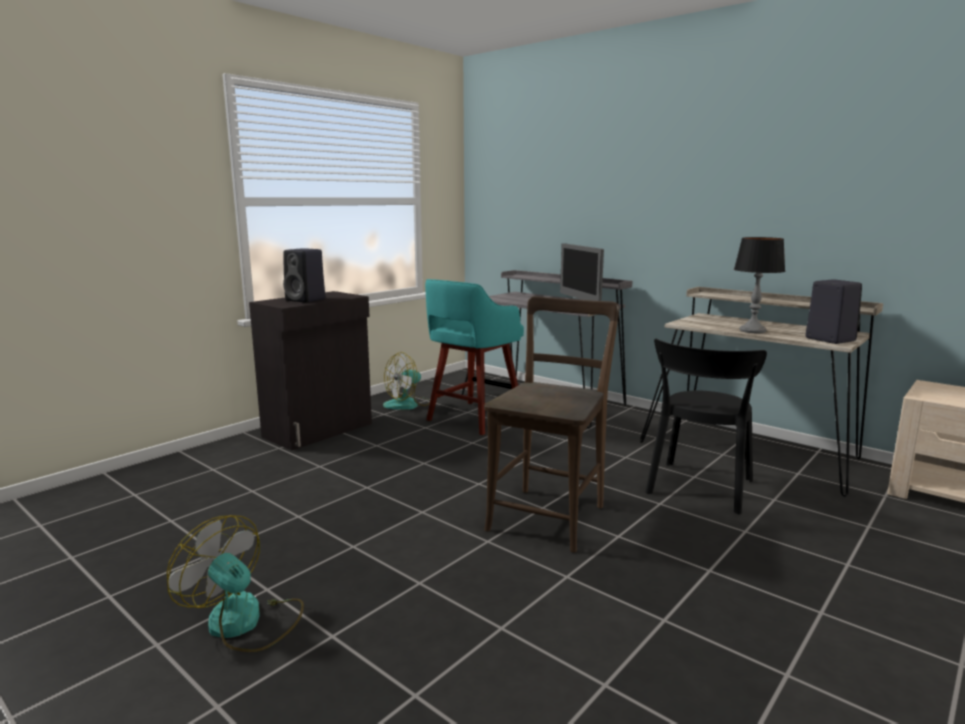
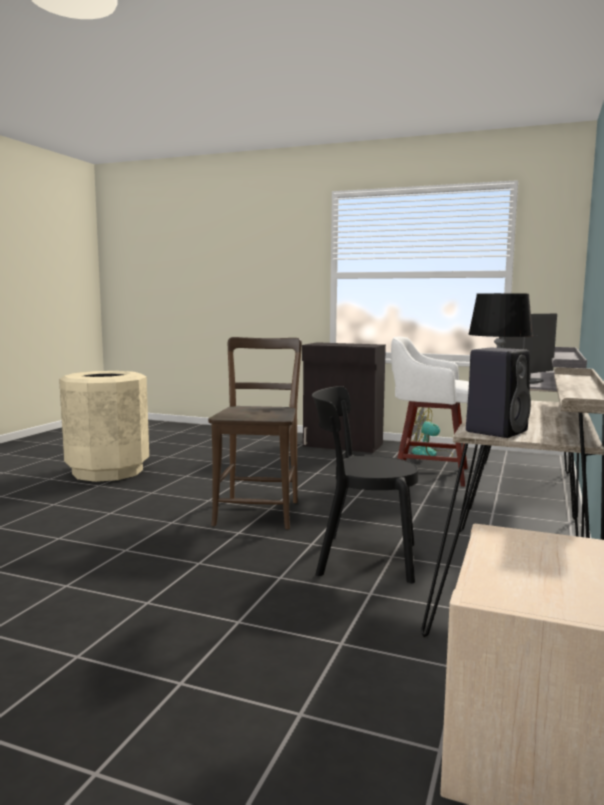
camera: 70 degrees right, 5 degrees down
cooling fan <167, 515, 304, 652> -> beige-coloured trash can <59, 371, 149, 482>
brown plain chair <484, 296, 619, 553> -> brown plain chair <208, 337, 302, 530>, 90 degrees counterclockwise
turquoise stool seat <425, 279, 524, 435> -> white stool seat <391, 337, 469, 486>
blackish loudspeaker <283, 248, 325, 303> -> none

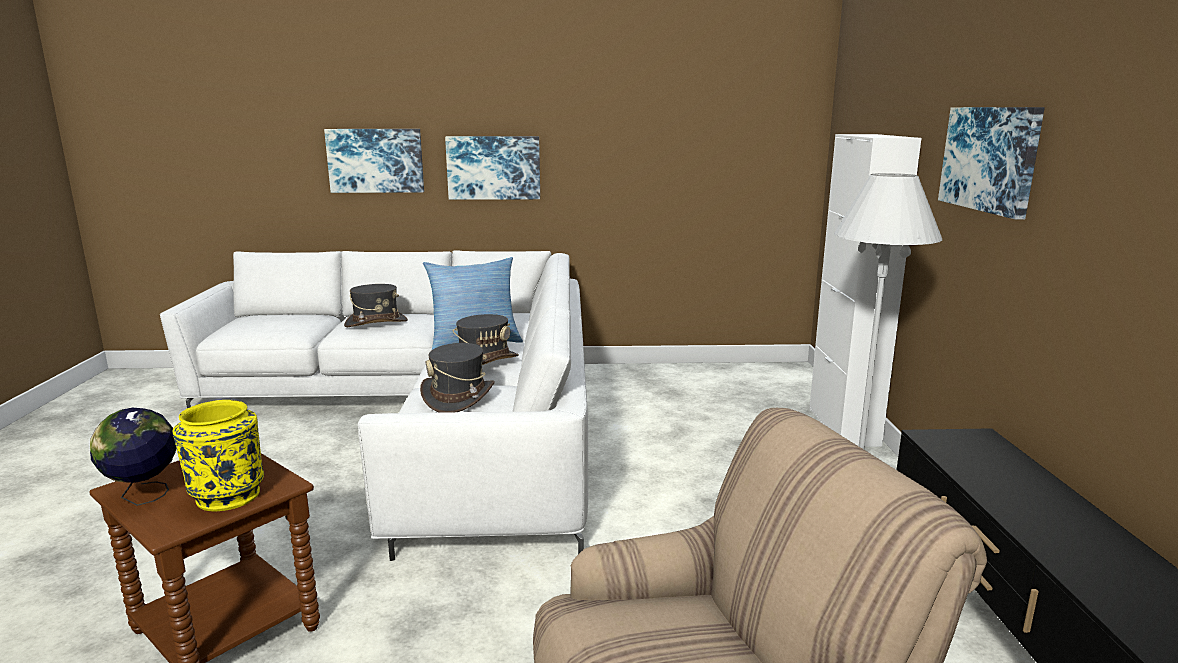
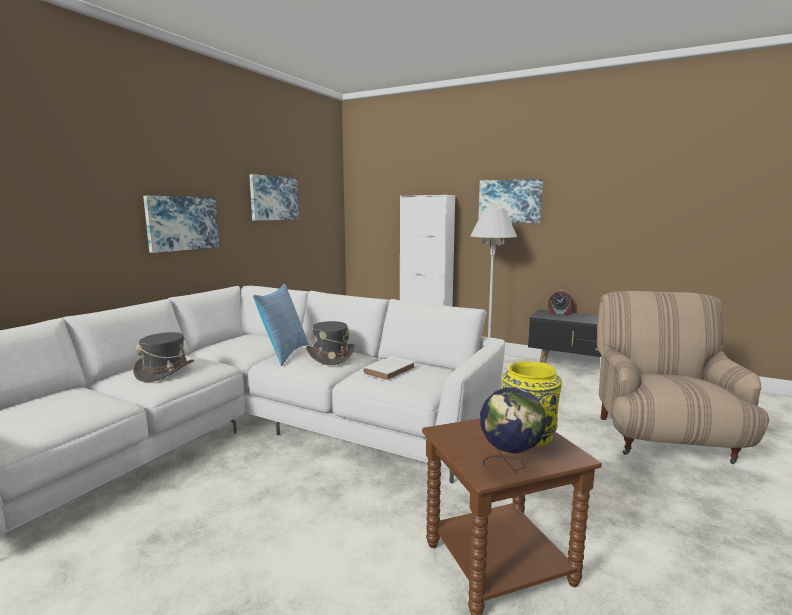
camera: 60 degrees left, 5 degrees down
picture <324, 129, 424, 193> -> picture <249, 174, 299, 221>, move
gray wearable hat <420, 343, 495, 413> -> white volume <363, 356, 415, 381>
none -> table clock <548, 290, 573, 315>

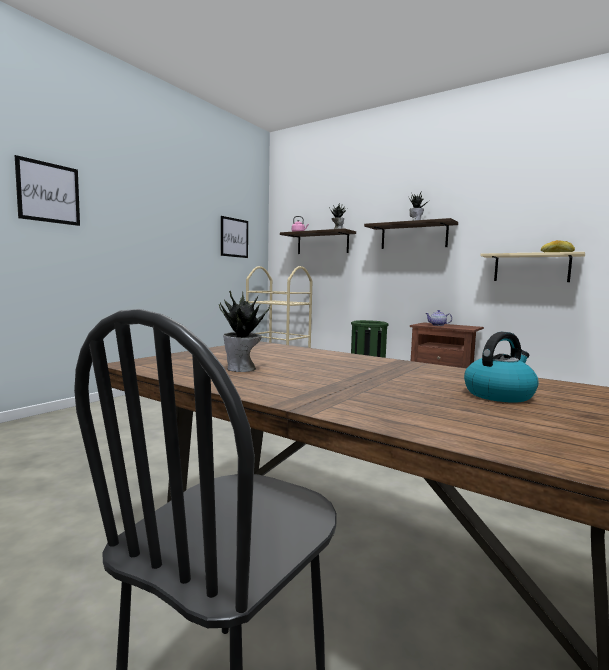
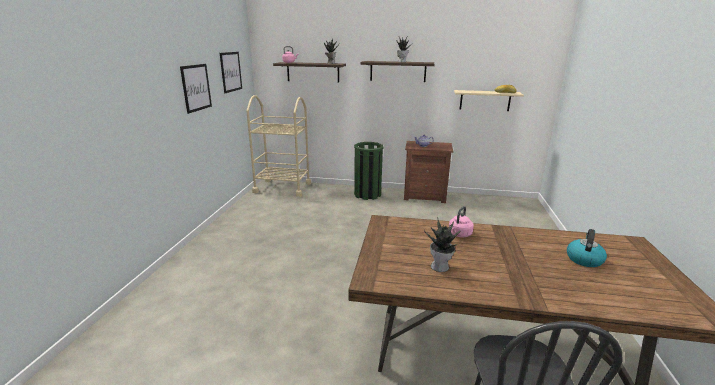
camera: 25 degrees left, 15 degrees up
picture <15, 155, 80, 226> -> picture <180, 64, 212, 114>, move
none -> pinkish kettle <449, 206, 474, 237>

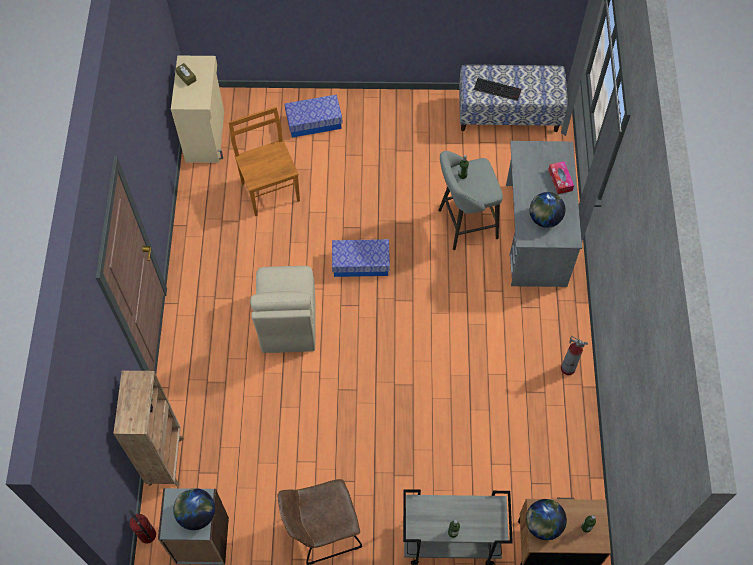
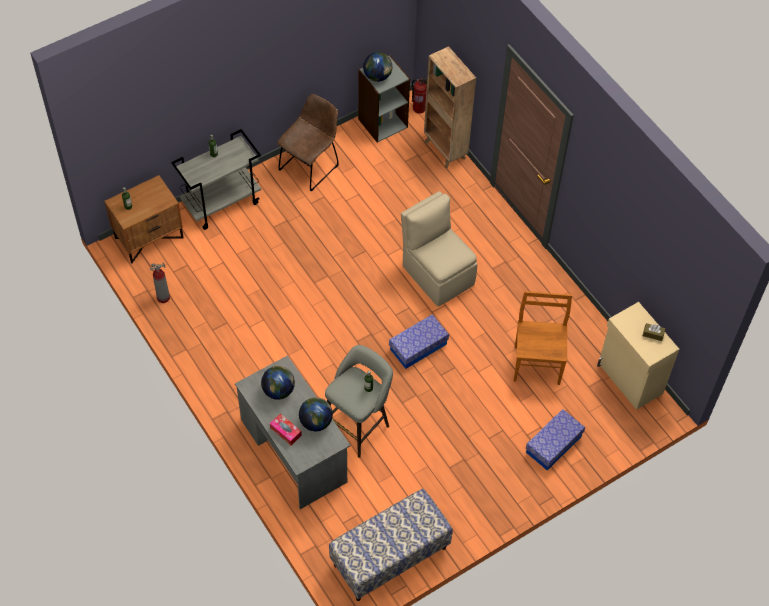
camera: 145 degrees right, 5 degrees down
fire-fighting cylinder <561, 336, 588, 375> -> fire-fighting cylinder <150, 262, 170, 303>, move
globe <526, 499, 567, 540> -> globe <299, 397, 333, 431>, move
brown plain chair <229, 107, 300, 216> -> brown plain chair <514, 291, 572, 385>, 120 degrees counterclockwise
computer keyboard <474, 78, 521, 101> -> none

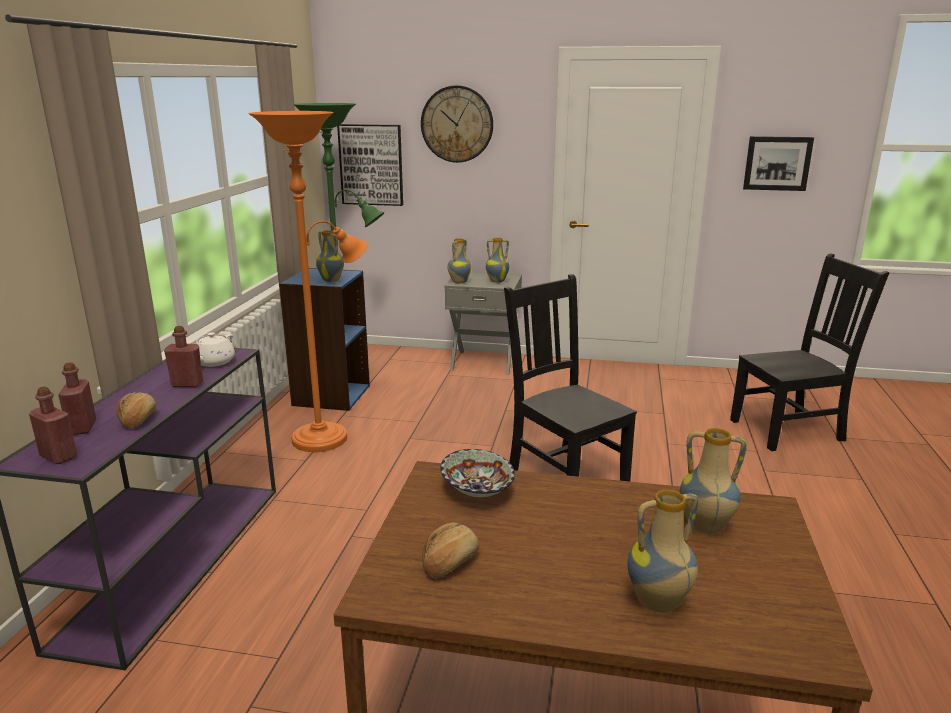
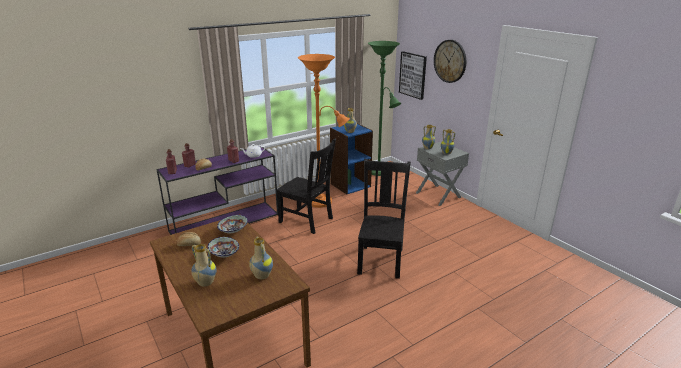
camera: 45 degrees right, 5 degrees up
none -> deep dish <208, 237, 239, 258>
blackish plain chair <730, 253, 889, 451> -> blackish plain chair <276, 139, 336, 234>, move
picture <743, 136, 814, 191> -> none

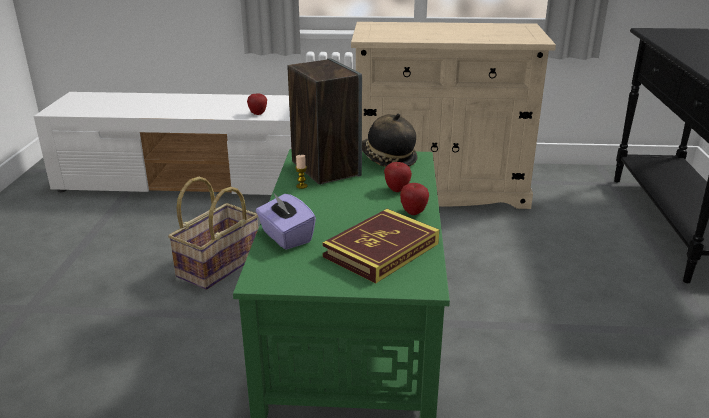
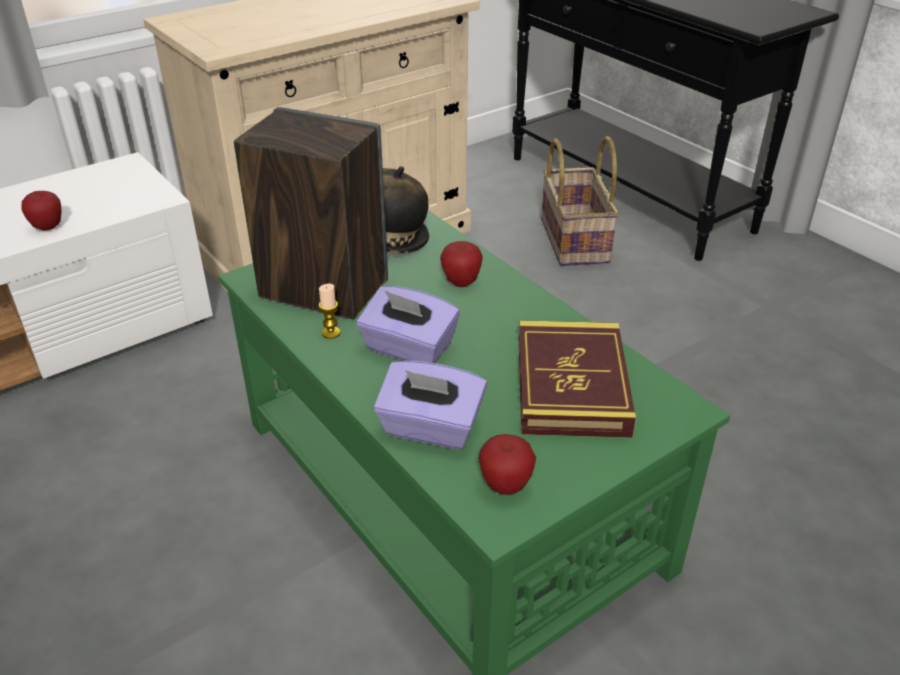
camera: 40 degrees left, 10 degrees up
none -> purple tissue box <357, 286, 460, 363>
whole apple <400, 183, 429, 215> -> whole apple <478, 434, 536, 495>, move
household basket <168, 177, 258, 290> -> household basket <541, 136, 619, 266>, move

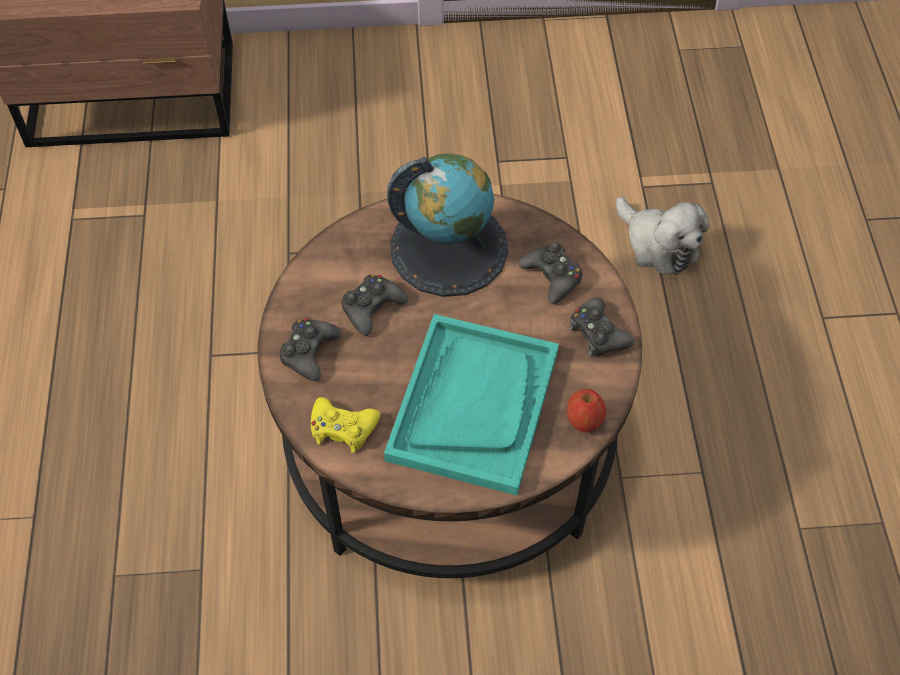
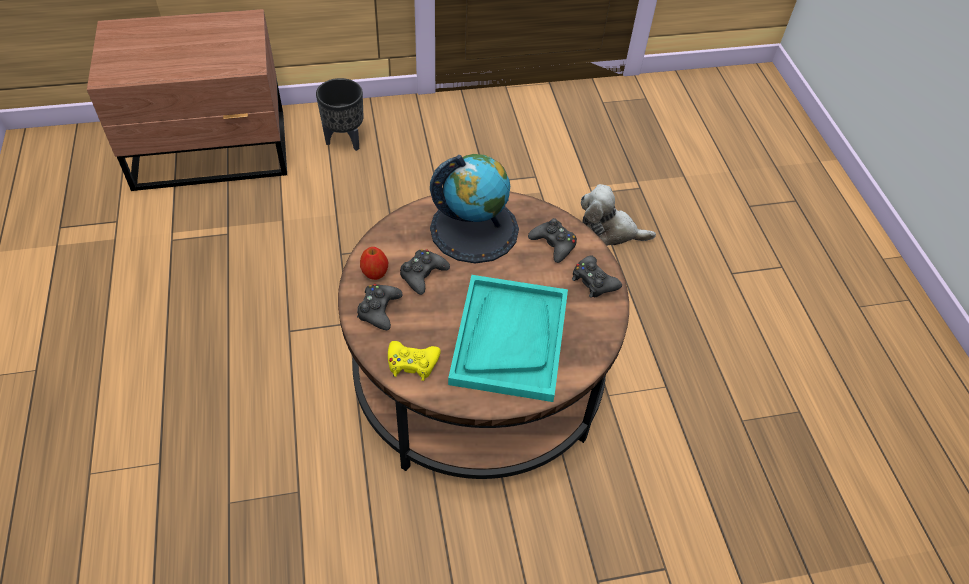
camera: 10 degrees left, 5 degrees down
none -> blackish flower pot <316, 78, 363, 151>
whole apple <567, 389, 606, 433> -> whole apple <360, 247, 388, 280>, move
plush toy <616, 197, 710, 275> -> plush toy <581, 184, 656, 246>, 150 degrees clockwise

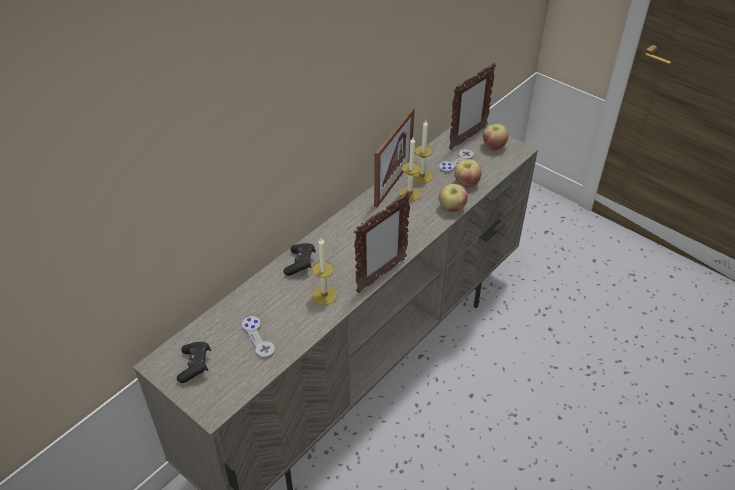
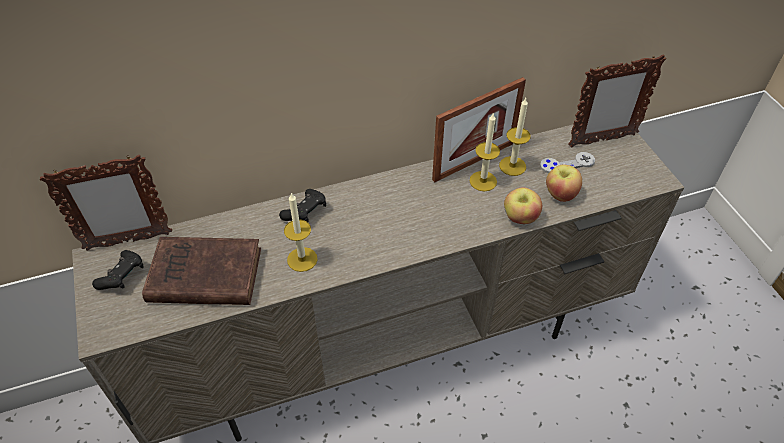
camera: 30 degrees right, 5 degrees up
picture frame <354, 191, 411, 293> -> picture frame <40, 155, 172, 251>, move
gray gamepad <242, 316, 275, 358> -> brown volume <142, 237, 261, 305>
whole apple <483, 124, 509, 150> -> none

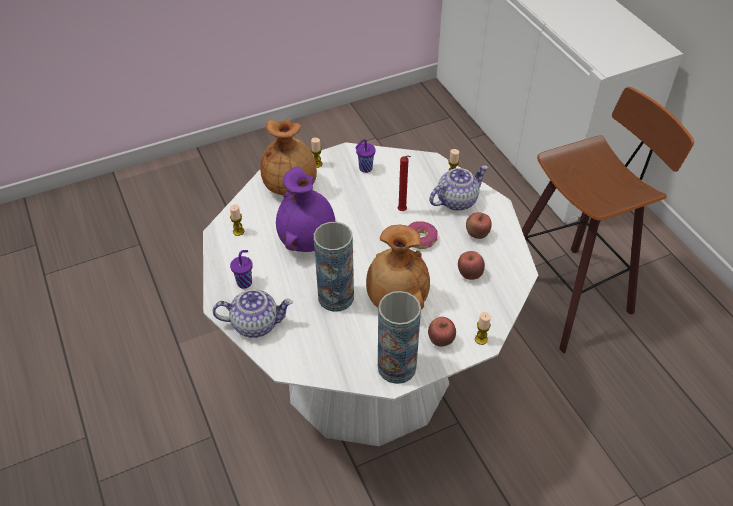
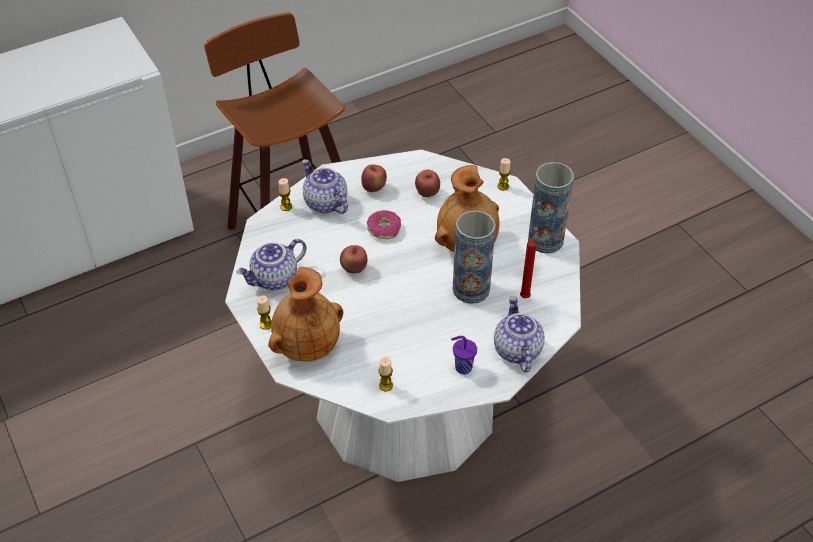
camera: 95 degrees left, 0 degrees up
purple drinking cup <355, 139, 375, 173> -> teapot <236, 239, 306, 290>
whole apple <428, 317, 456, 347> -> whole apple <340, 245, 367, 274>, move
reddish wax candle <398, 155, 411, 211> -> reddish wax candle <520, 232, 538, 298>, move
purple flower vase <276, 166, 335, 252> -> none

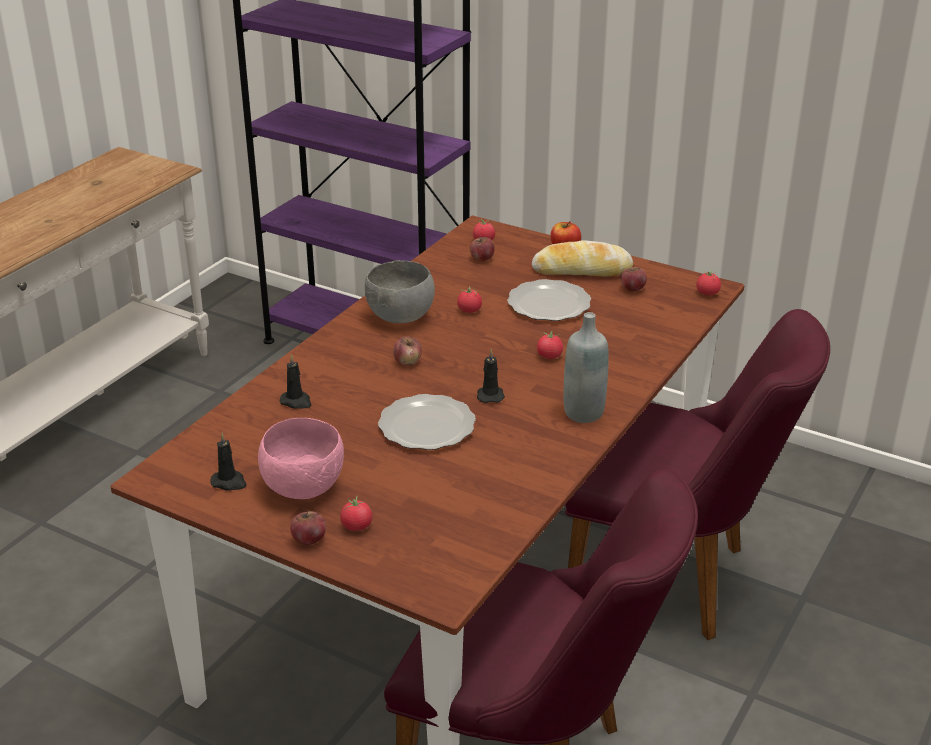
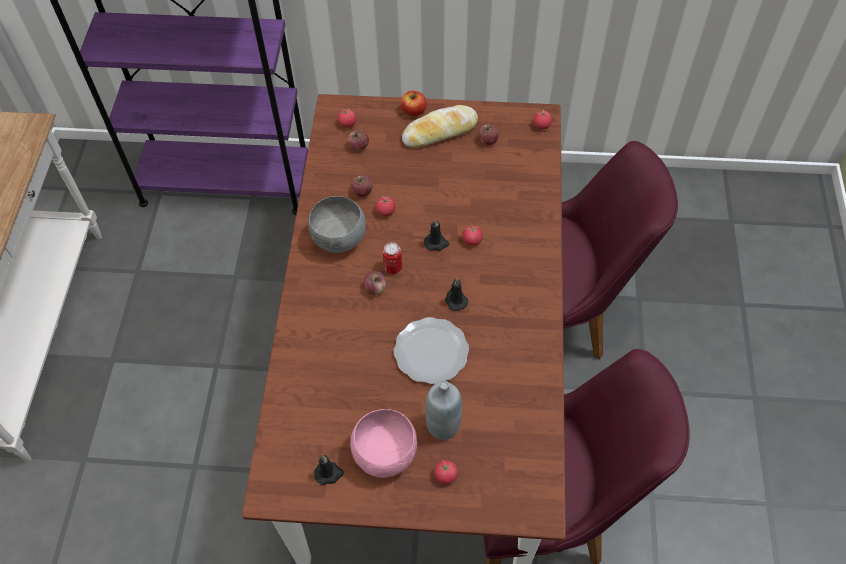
camera: 25 degrees left, 25 degrees up
whole apple <290, 511, 326, 545> -> whole apple <351, 175, 373, 197>, move
none -> sealed can <383, 242, 402, 274>
blackish wax candle <280, 354, 311, 409> -> blackish wax candle <424, 219, 449, 251>, move
gray drink bottle <564, 312, 609, 423> -> gray drink bottle <425, 380, 462, 440>, move
dinner plate <507, 279, 591, 321> -> none

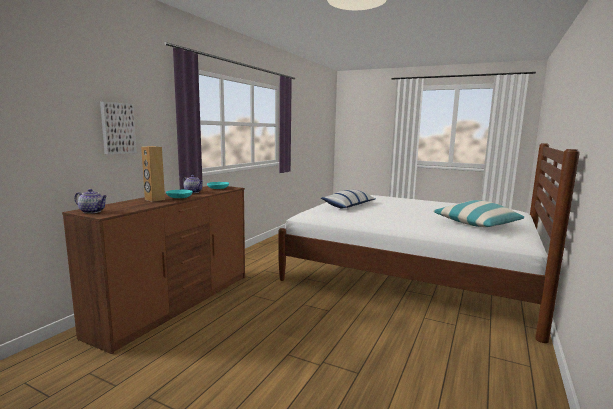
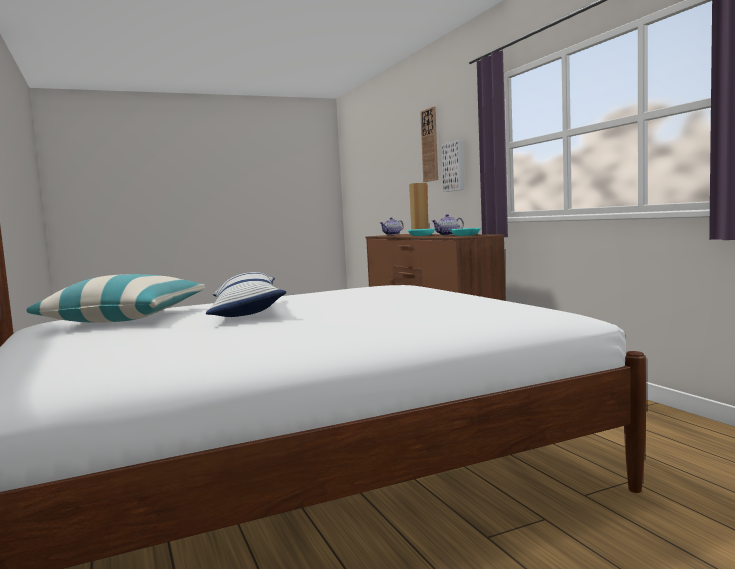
camera: 130 degrees right, 5 degrees down
cushion <321, 190, 375, 209> -> cushion <206, 272, 287, 317>, move
none -> wall clock <420, 107, 438, 182>

